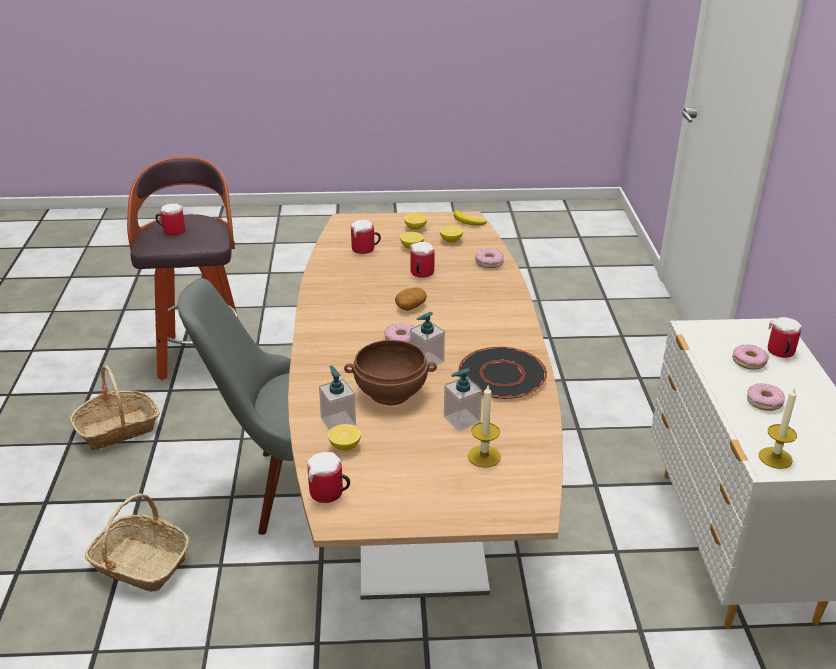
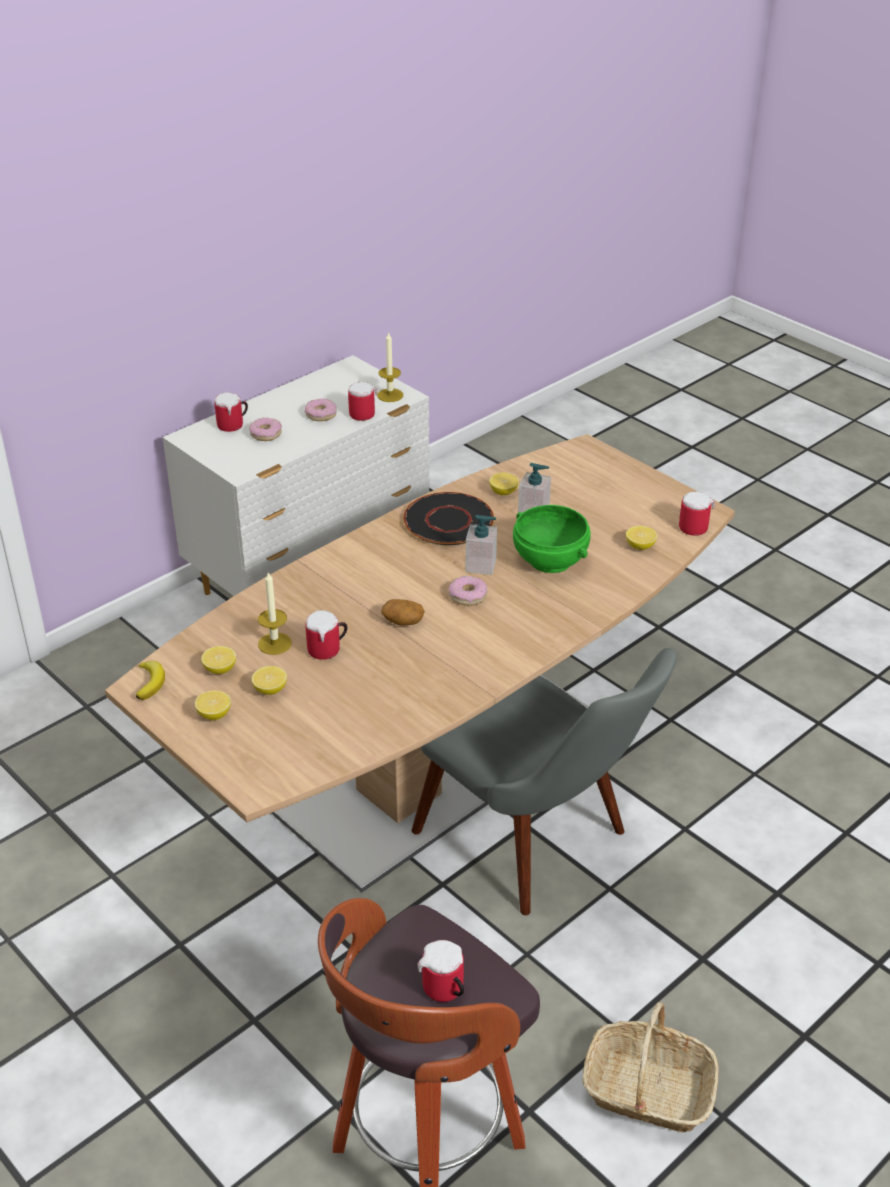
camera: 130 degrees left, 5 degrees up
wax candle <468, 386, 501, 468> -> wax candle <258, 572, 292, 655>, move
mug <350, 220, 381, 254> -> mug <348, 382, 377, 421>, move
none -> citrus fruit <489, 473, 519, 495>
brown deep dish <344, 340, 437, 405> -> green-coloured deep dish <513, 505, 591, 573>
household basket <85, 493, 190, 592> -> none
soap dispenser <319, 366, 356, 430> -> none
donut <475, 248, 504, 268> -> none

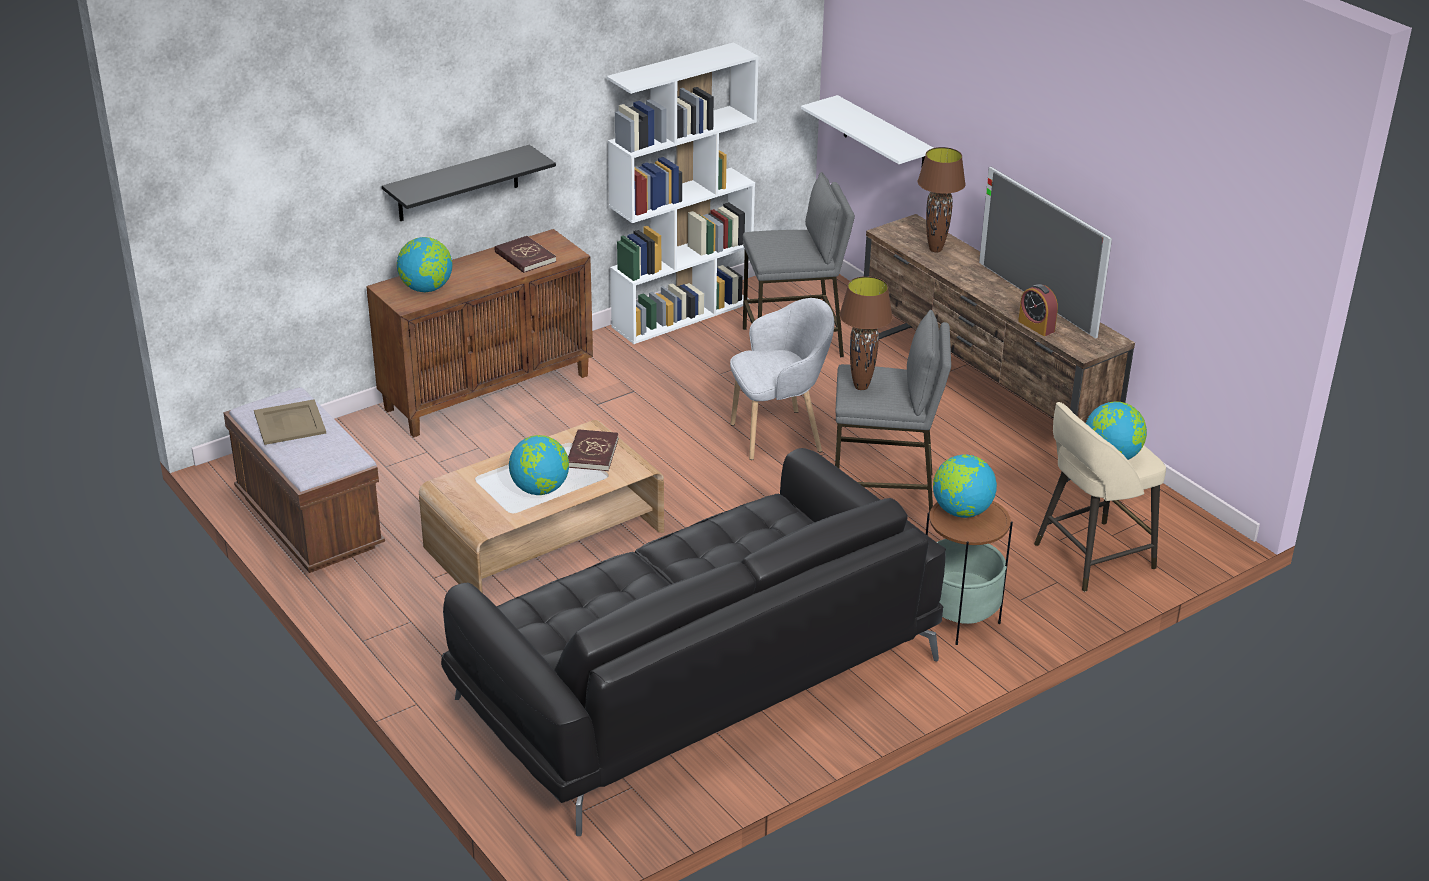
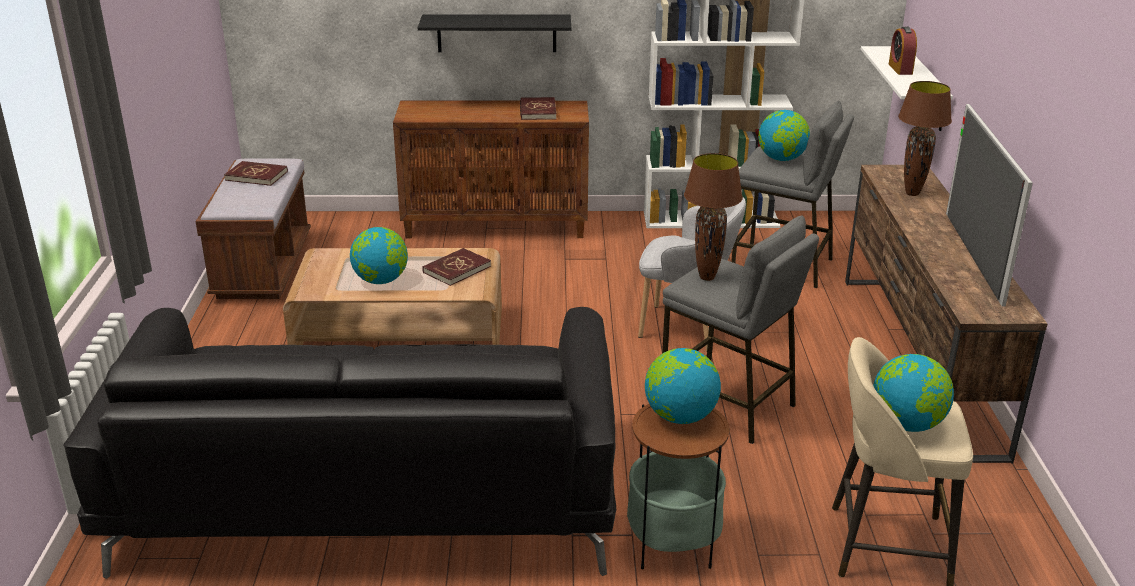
camera: 35 degrees right, 5 degrees down
beige-coloured serving tray <254, 399, 326, 445> -> reddish volume <224, 161, 288, 186>
globe <397, 237, 452, 292> -> globe <758, 110, 810, 161>, move
table clock <1018, 284, 1058, 336> -> table clock <889, 27, 917, 75>, move

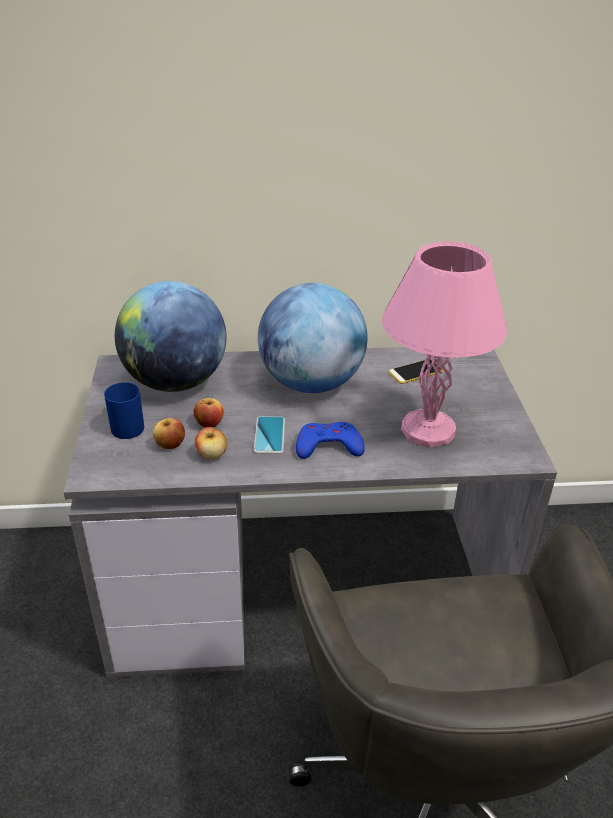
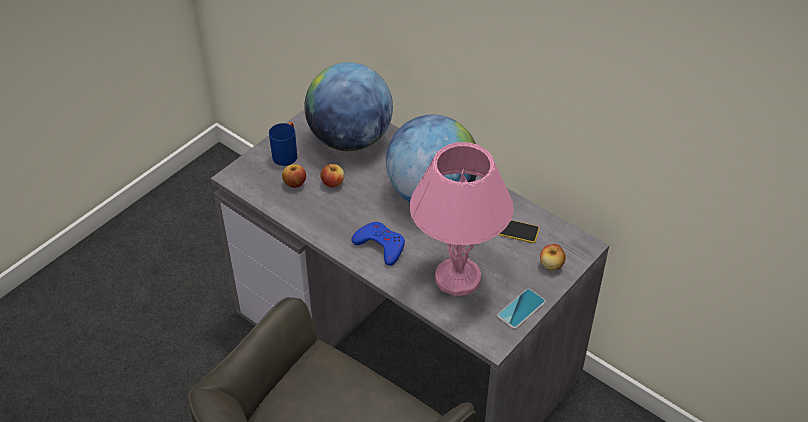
camera: 45 degrees right, 10 degrees up
telephone <254, 416, 285, 454> -> telephone <497, 289, 546, 329>, move
whole apple <195, 427, 227, 460> -> whole apple <540, 244, 566, 271>, move

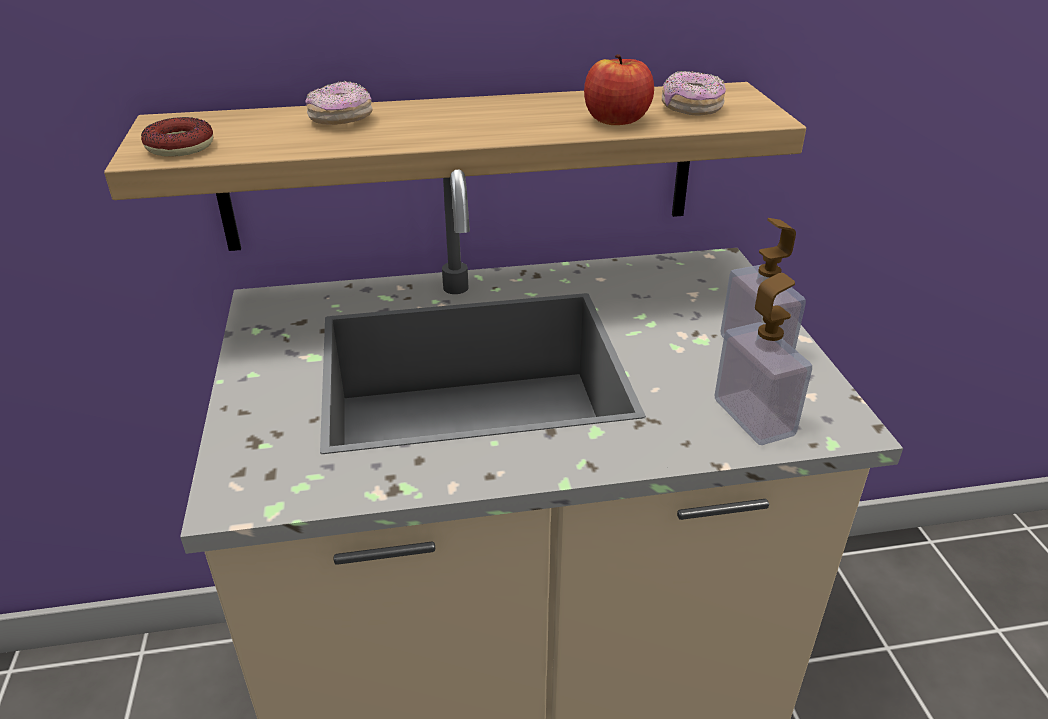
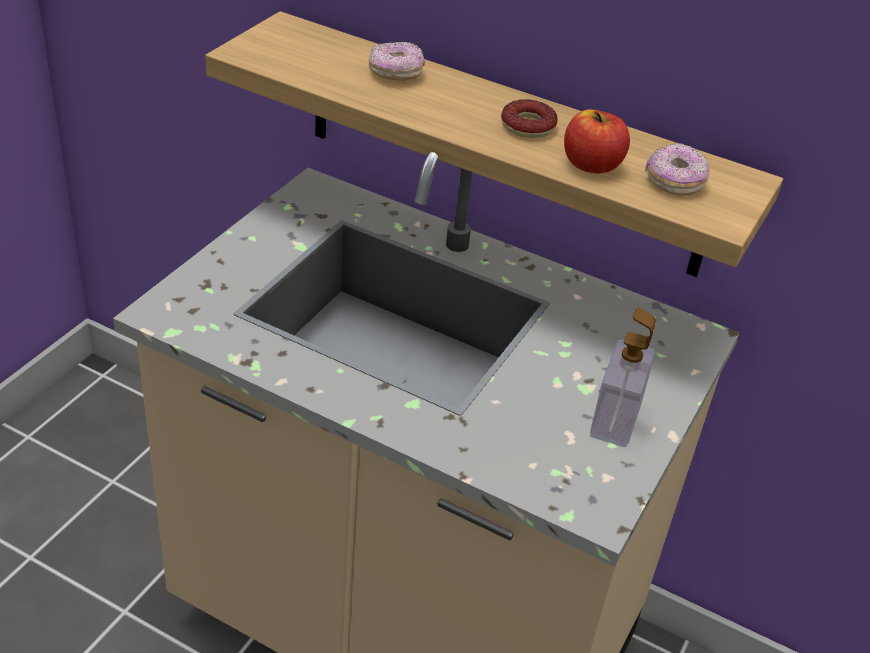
camera: 35 degrees right, 5 degrees up
donut <141, 117, 213, 157> -> donut <501, 99, 557, 138>, move
soap dispenser <715, 273, 812, 445> -> none

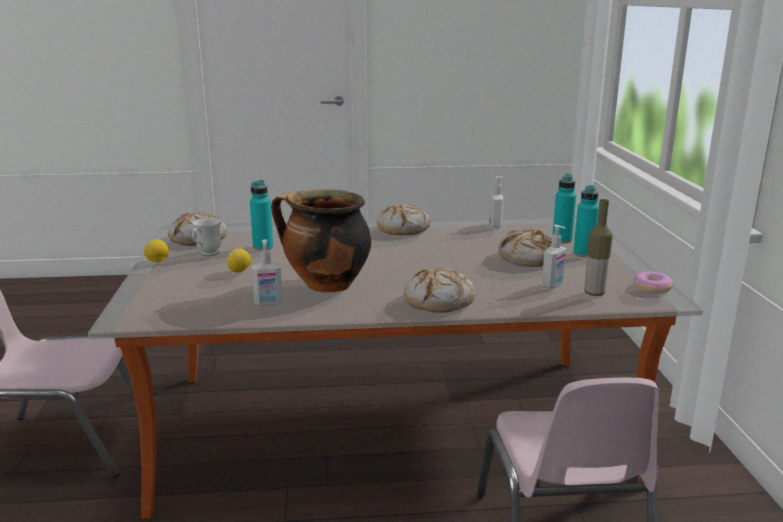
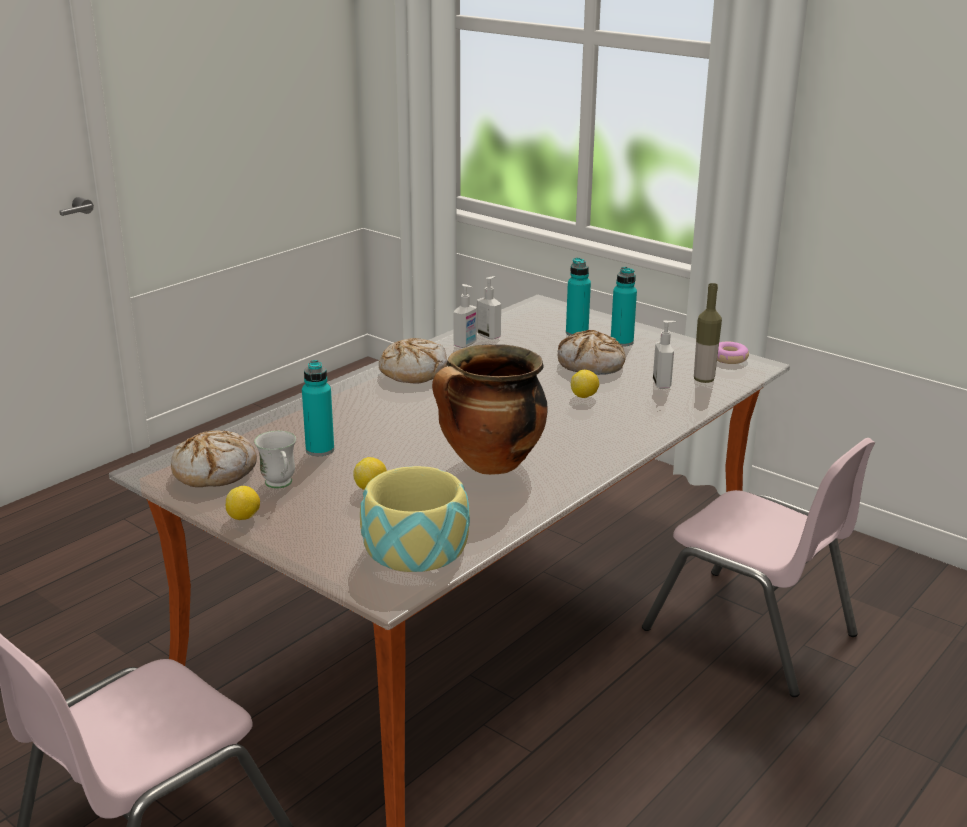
camera: 45 degrees left, 5 degrees up
none -> deep dish <360, 466, 470, 572>
soap dispenser <252, 239, 283, 306> -> soap dispenser <453, 284, 477, 348>, move
none -> citrus fruit <571, 370, 599, 398>
baked bread <404, 268, 476, 313> -> none

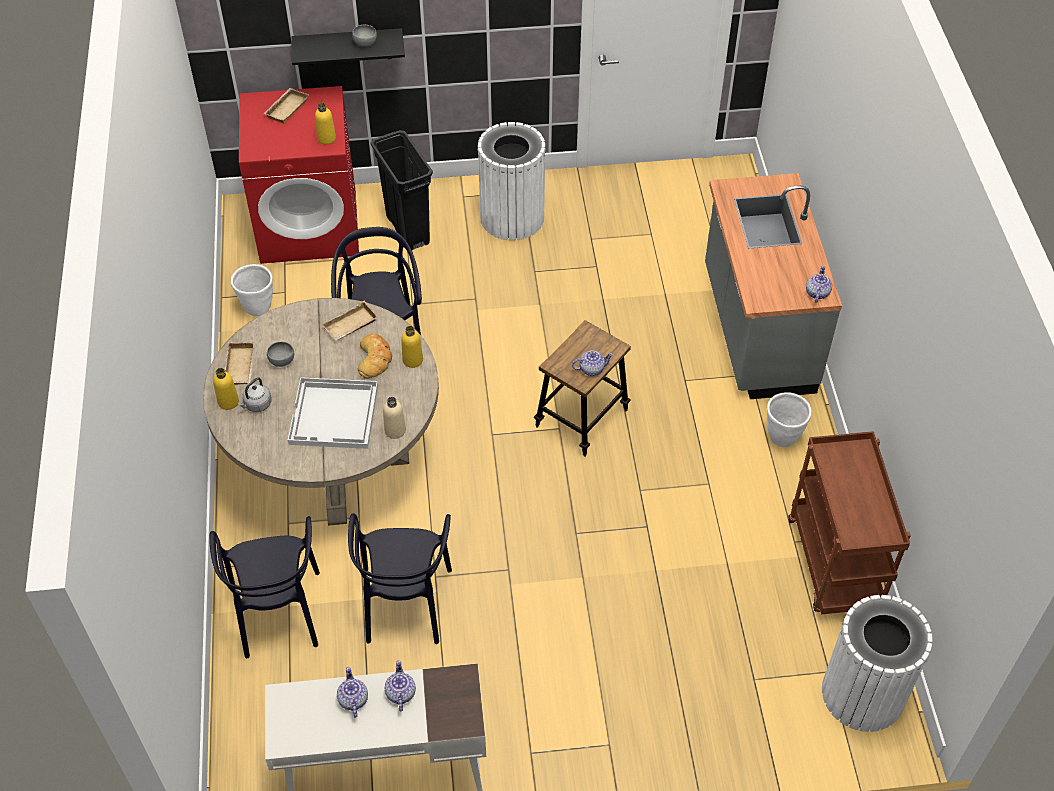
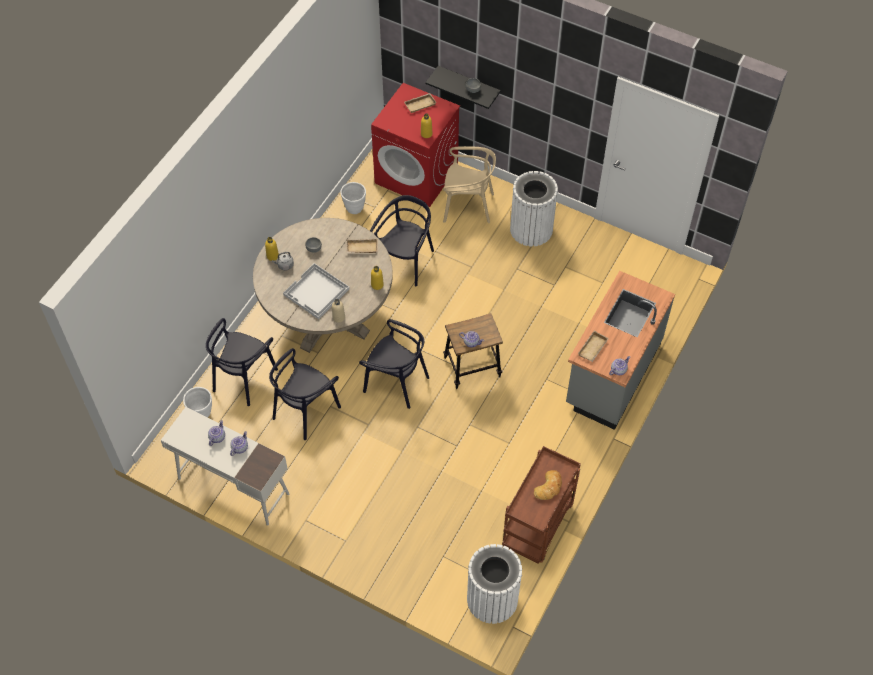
camera: 35 degrees right, 5 degrees up
white flower pot <767, 392, 812, 447> -> white flower pot <183, 387, 212, 417>, move
none -> blackish plain chair <359, 319, 429, 409>
blackish trash can <371, 130, 433, 250> -> beige-coloured plain chair <443, 146, 496, 223>
baked bread <358, 334, 392, 379> -> baked bread <534, 470, 562, 500>, move
beige-coloured serving tray <225, 342, 255, 385> -> beige-coloured serving tray <578, 330, 609, 362>, move

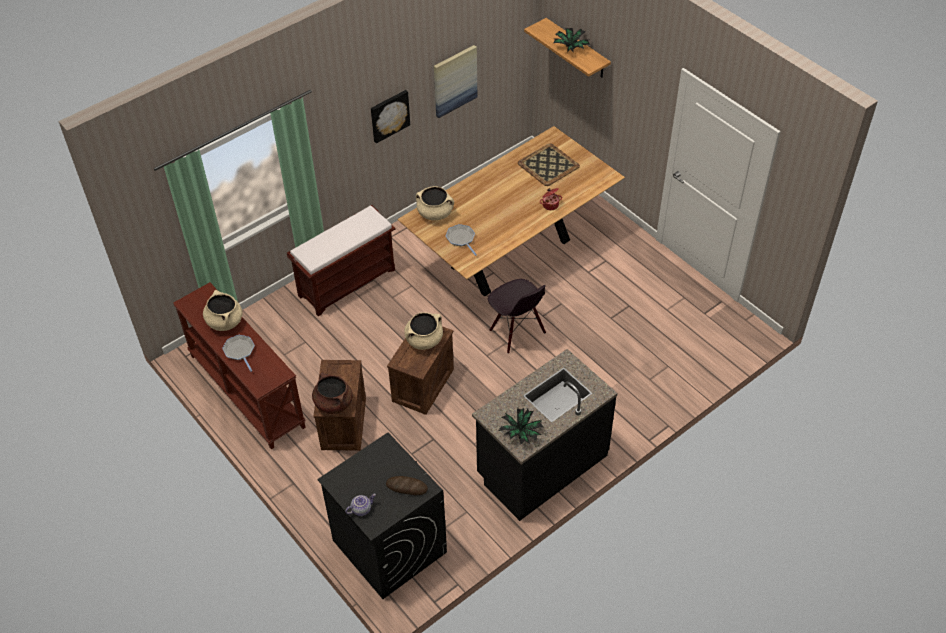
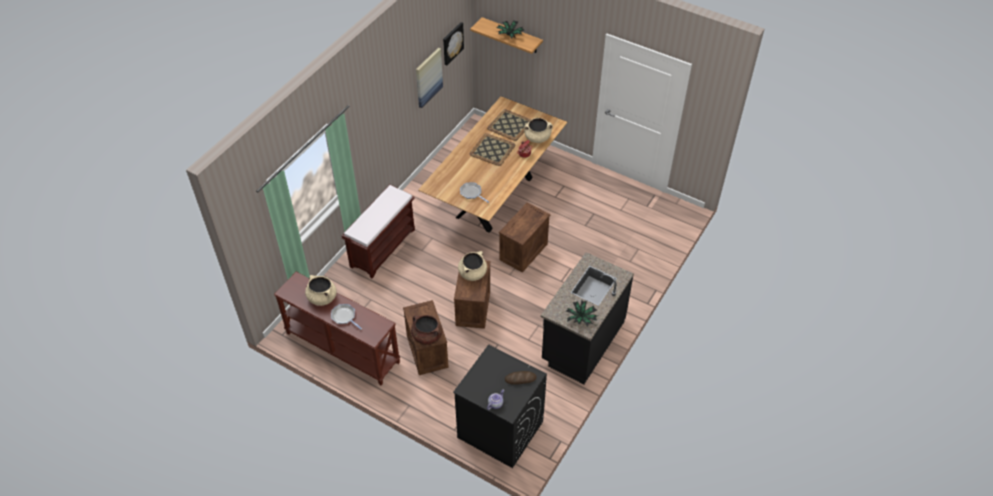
camera: 20 degrees left, 0 degrees up
picture <371, 90, 410, 143> -> picture <443, 22, 464, 65>, move
none -> serving tray <469, 133, 515, 166>
blackish plain chair <488, 279, 546, 354> -> crate <499, 203, 551, 273>
beige-coloured saucepot <416, 186, 454, 221> -> beige-coloured saucepot <524, 118, 553, 143>, move

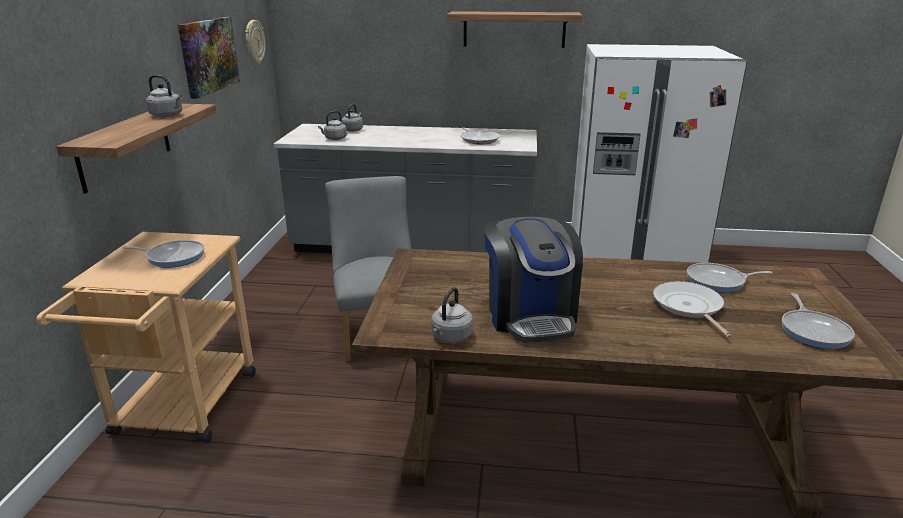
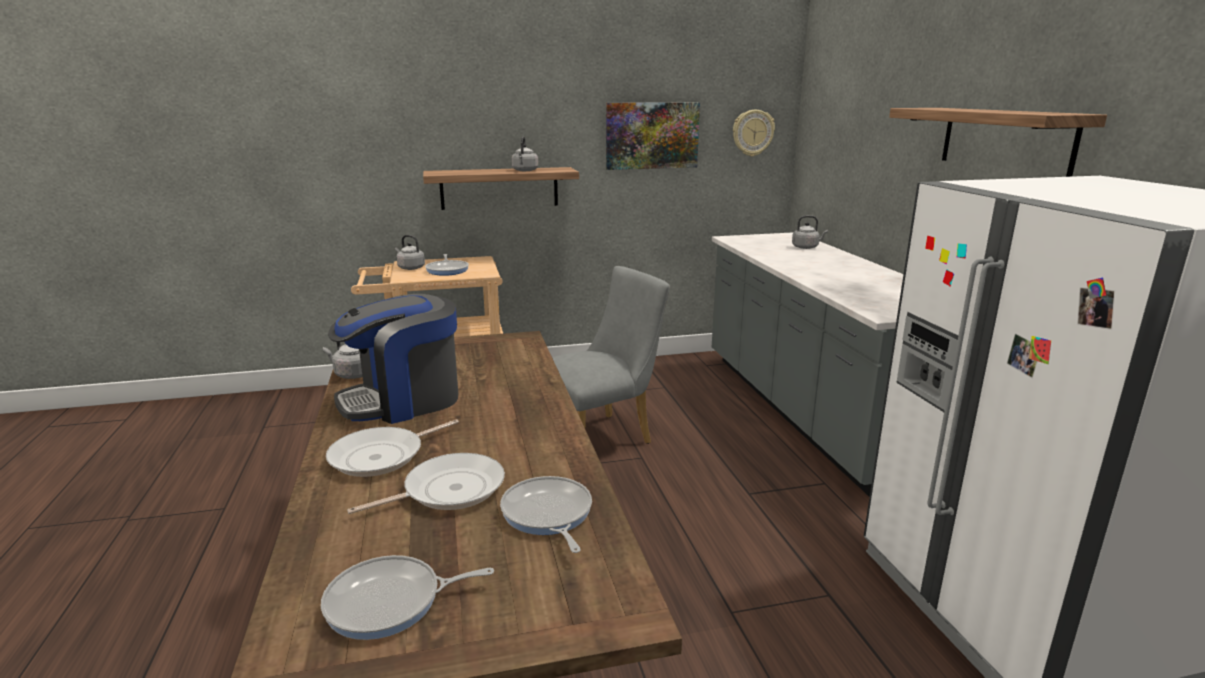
camera: 70 degrees right, 5 degrees down
pan <460, 127, 500, 144> -> pan <326, 419, 459, 477>, move
gray kettle <318, 111, 347, 140> -> gray kettle <395, 235, 425, 270>, move

